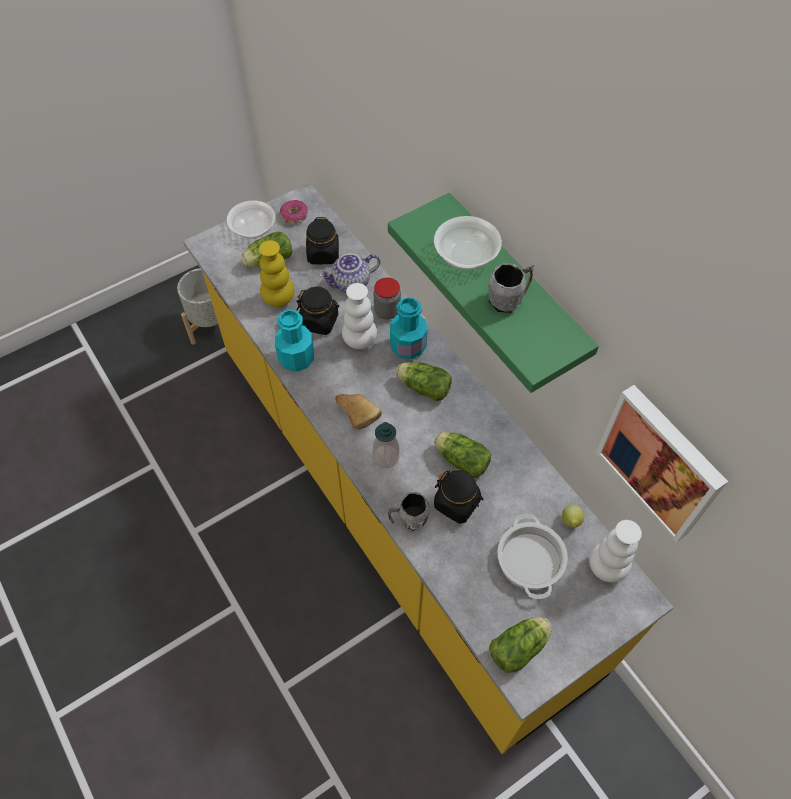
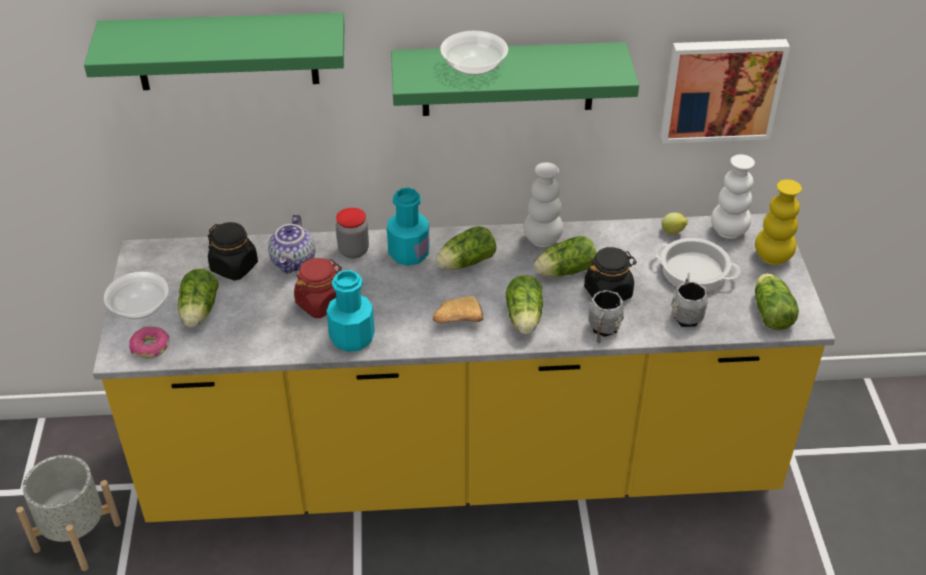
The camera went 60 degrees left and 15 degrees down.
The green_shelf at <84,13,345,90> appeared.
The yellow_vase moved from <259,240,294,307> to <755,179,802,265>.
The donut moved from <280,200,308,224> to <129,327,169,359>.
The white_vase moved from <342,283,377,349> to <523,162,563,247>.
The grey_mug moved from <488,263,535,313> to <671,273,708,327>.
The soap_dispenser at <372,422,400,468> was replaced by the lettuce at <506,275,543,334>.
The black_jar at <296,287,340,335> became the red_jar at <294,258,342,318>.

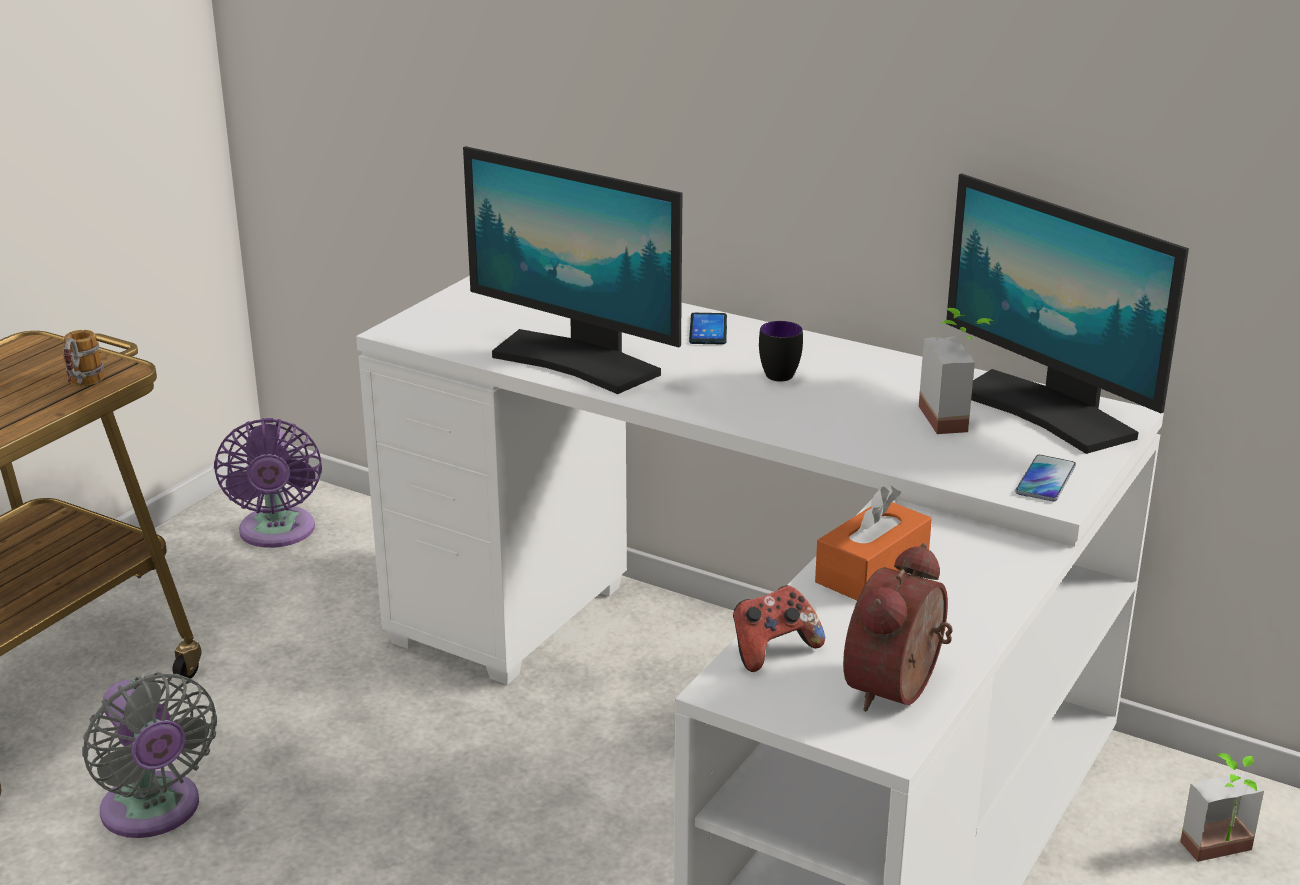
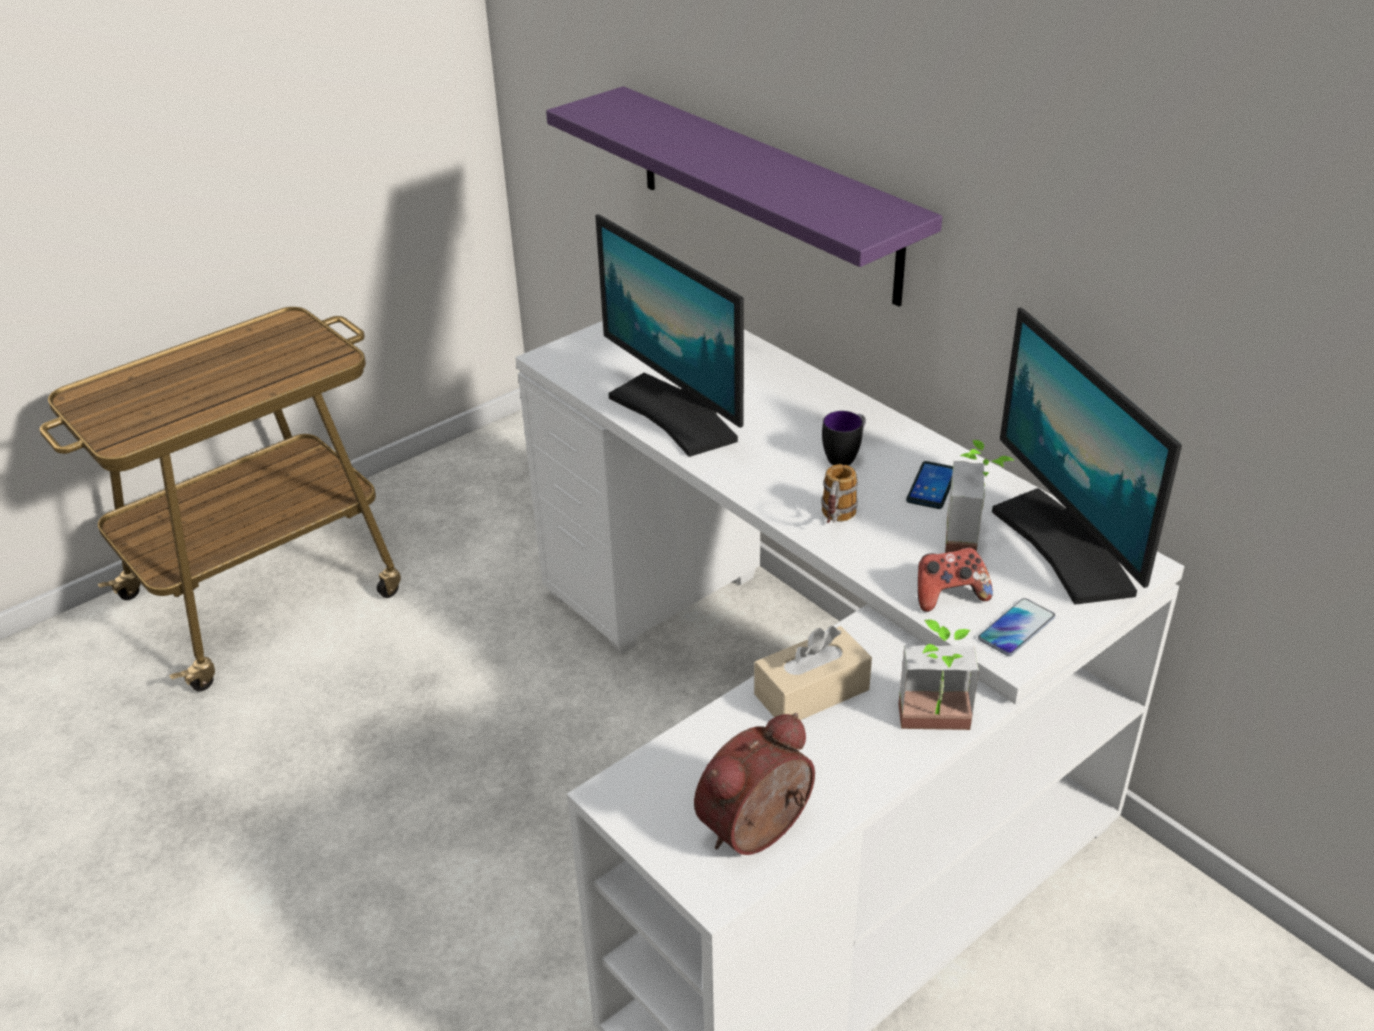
The camera went 20 degrees right and 10 degrees up.
The grey_fan at <82,672,217,838> disappeared.
The purple_fan at <214,418,322,548> disappeared.
The purple_shelf at <546,86,942,307> appeared.
The mug moved from <63,330,104,386> to <821,464,858,523>.
The phone moved from <689,313,727,344> to <906,461,953,509>.
The game_controller moved from <733,585,825,672> to <918,547,993,612>.
The potted_plant moved from <1180,753,1264,862> to <899,619,979,730>.
The orange_tissue_box at <815,486,932,600> became the beige_tissue_box at <754,626,872,720>.

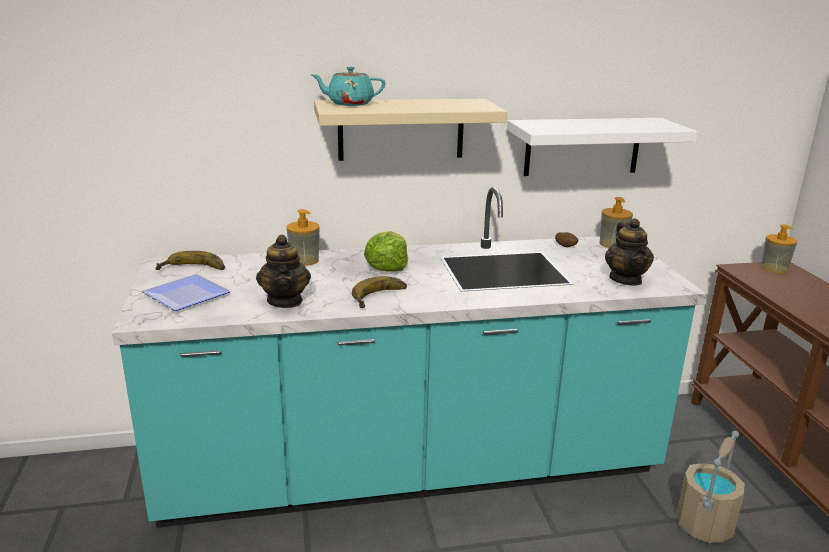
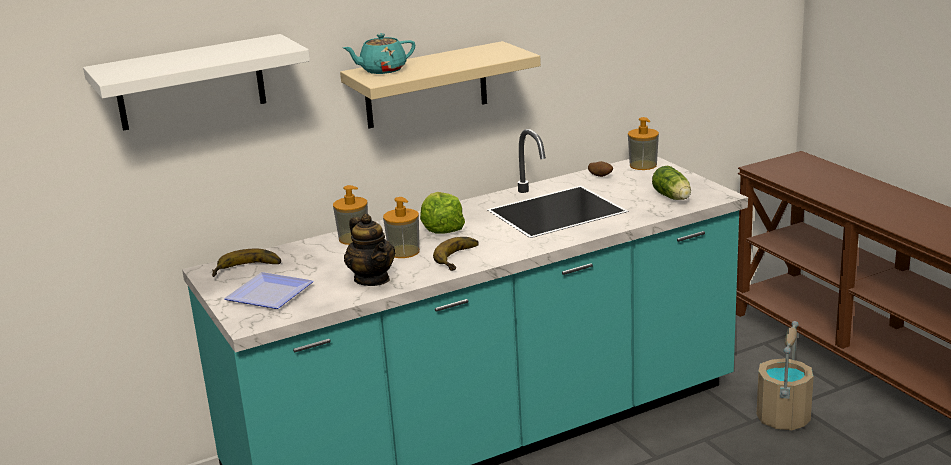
The camera went 15 degrees left and 0 degrees up.
The white_shelf moved from <507,118,698,176> to <83,34,310,131>.
The soap_dispenser moved from <761,224,797,273> to <383,197,420,258>.
The teapot at <605,218,654,286> was replaced by the lettuce at <652,166,691,200>.

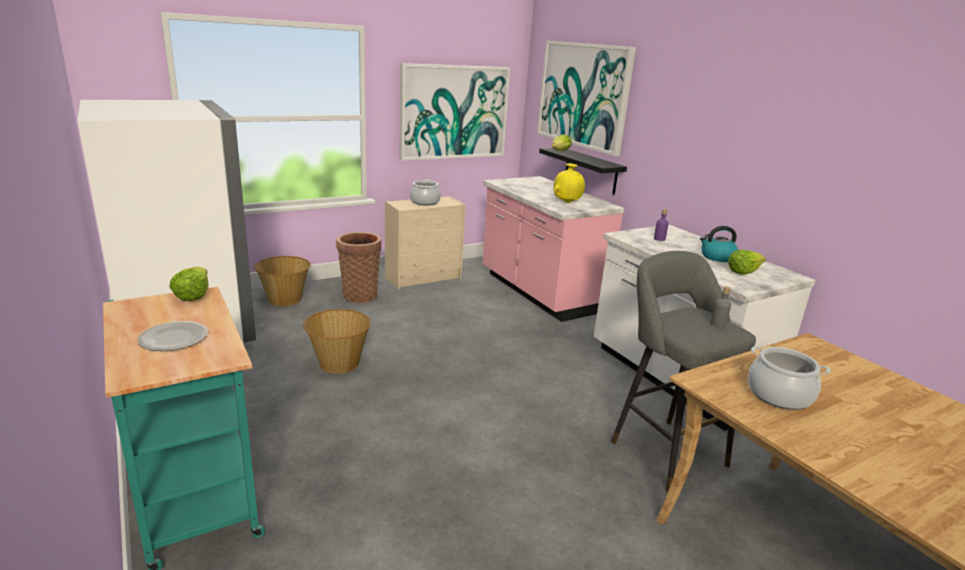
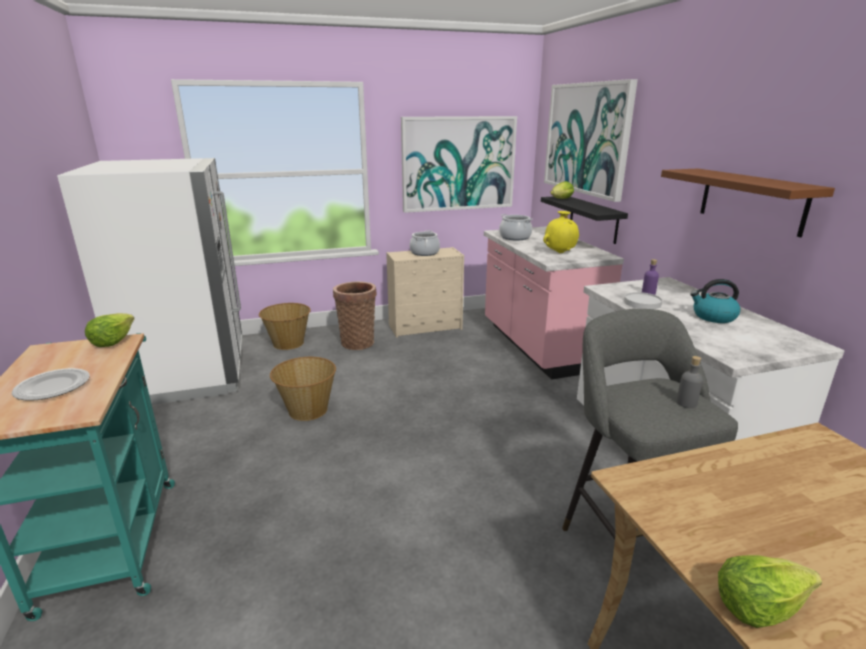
The camera went 15 degrees right and 0 degrees up.
The white_plate at <624,292,662,309> appeared.
The brown_shelf at <661,168,835,237> appeared.
The lettuce moved from <728,250,766,274> to <718,555,822,628>.
The cooking_pot moved from <748,346,831,410> to <499,214,532,240>.

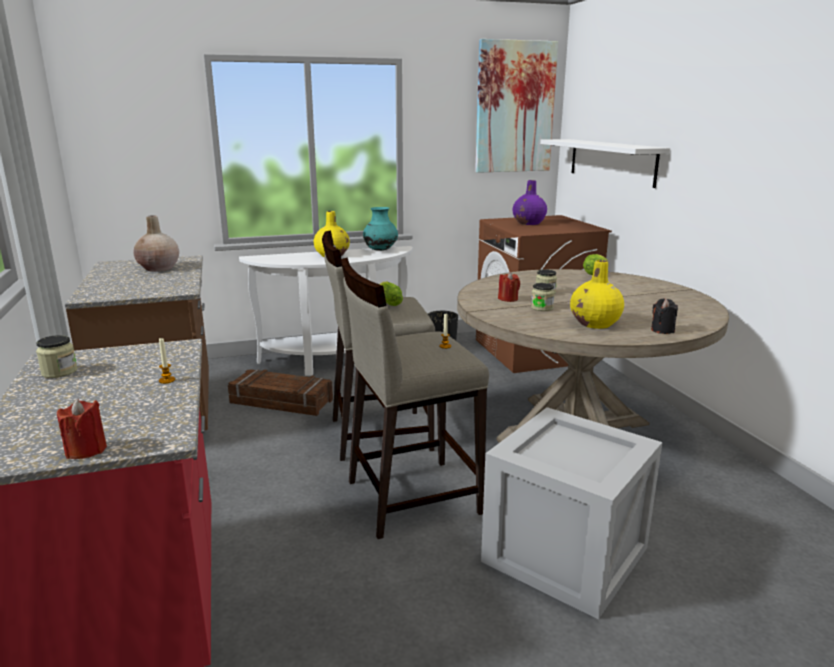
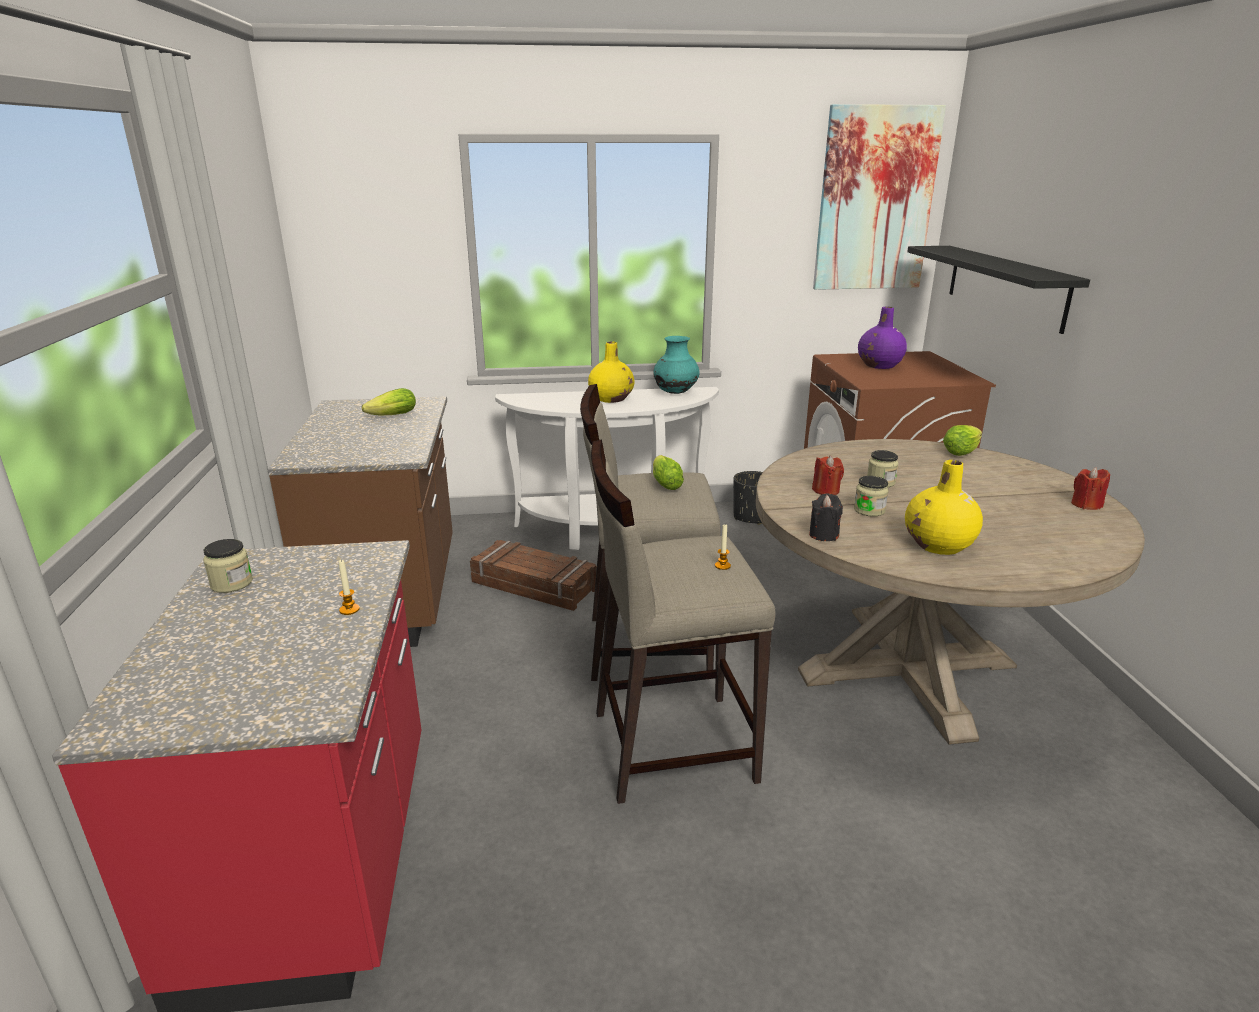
The camera went 10 degrees right and 5 degrees up.
The crate at <481,407,663,620> disappeared.
The red_candle moved from <57,399,107,459> to <1071,467,1110,510>.
The black_candle moved from <651,298,678,334> to <809,493,843,541>.
The beige_vase at <134,215,179,272> was replaced by the lettuce at <362,388,416,415>.
The white_shelf at <540,139,670,188> became the black_shelf at <907,246,1090,334>.

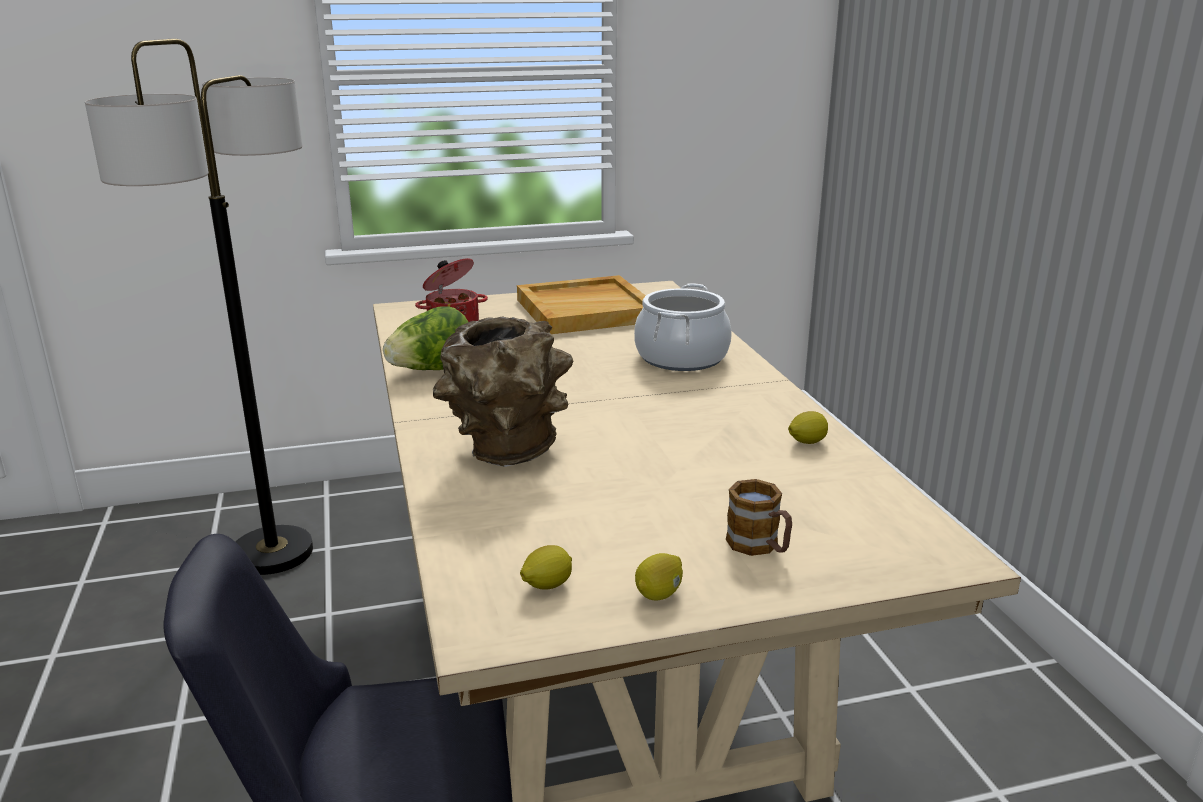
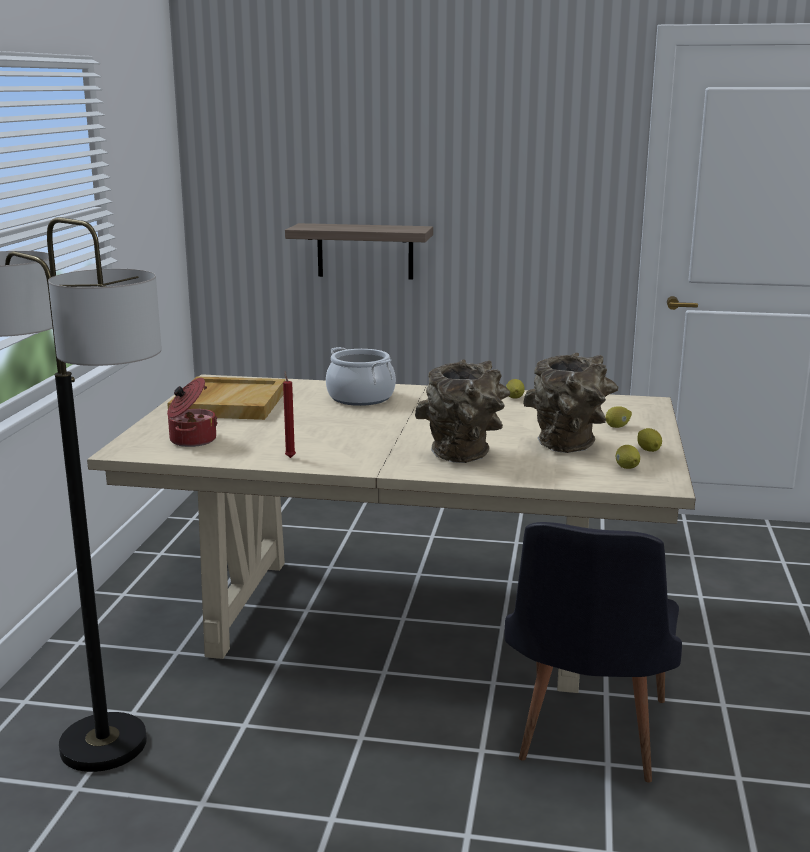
The camera went 65 degrees left and 5 degrees down.
The shelf at <285,223,433,280> appeared.
The brown_vase at <523,353,619,453> appeared.
The lettuce at <383,306,468,370> was replaced by the red_candle at <283,371,296,458>.
The mug at <726,479,792,556> was replaced by the lemon at <605,406,632,428>.

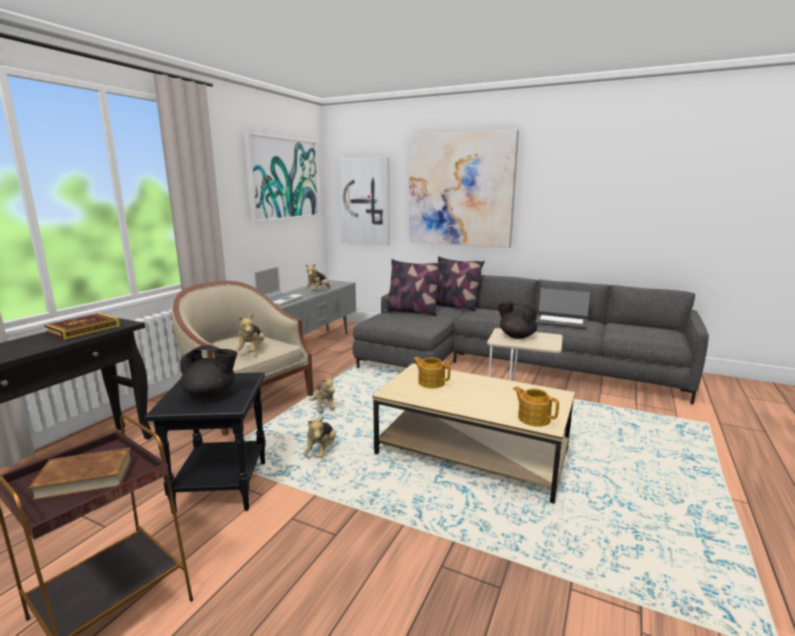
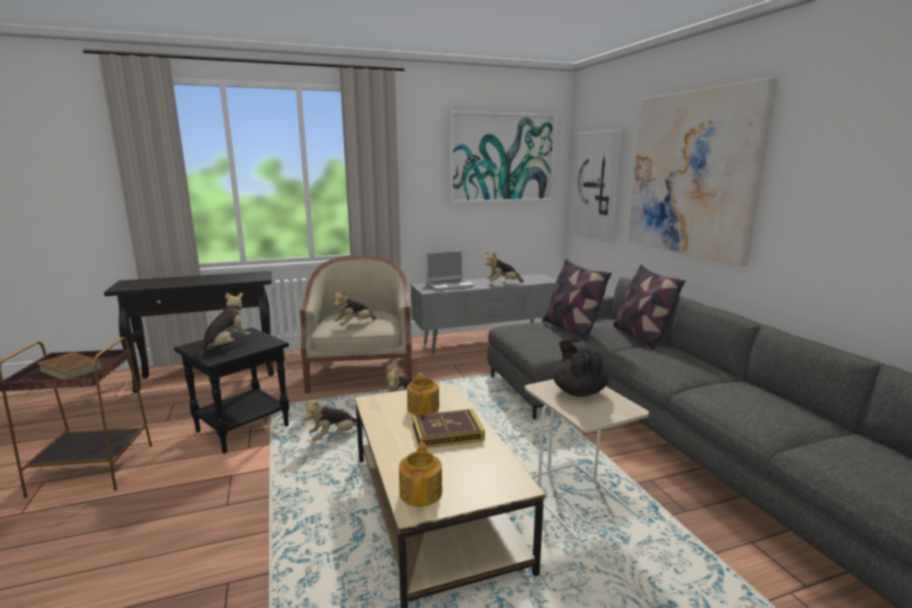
The camera went 45 degrees right and 0 degrees up.
The laptop at <535,287,591,329> disappeared.
The book moved from <44,313,120,340> to <413,409,485,448>.
The black_teapot at <180,345,237,398> was replaced by the plush_toy at <199,292,250,359>.

